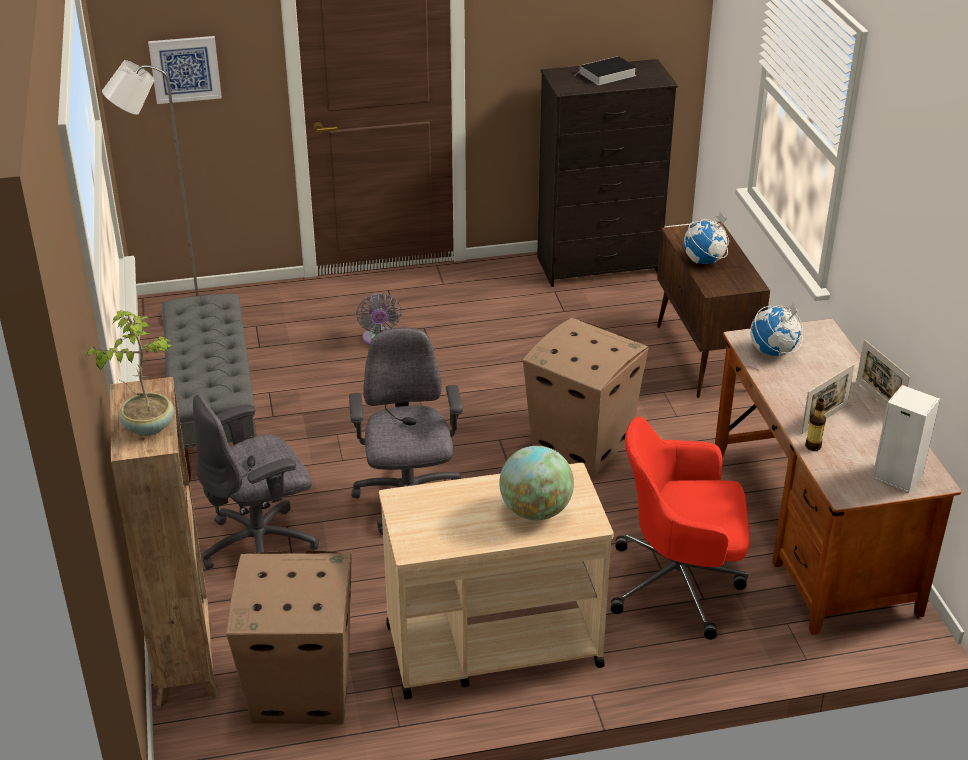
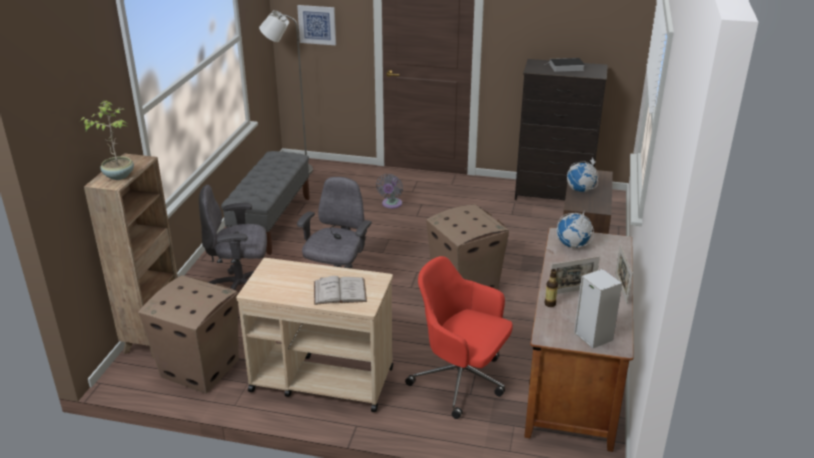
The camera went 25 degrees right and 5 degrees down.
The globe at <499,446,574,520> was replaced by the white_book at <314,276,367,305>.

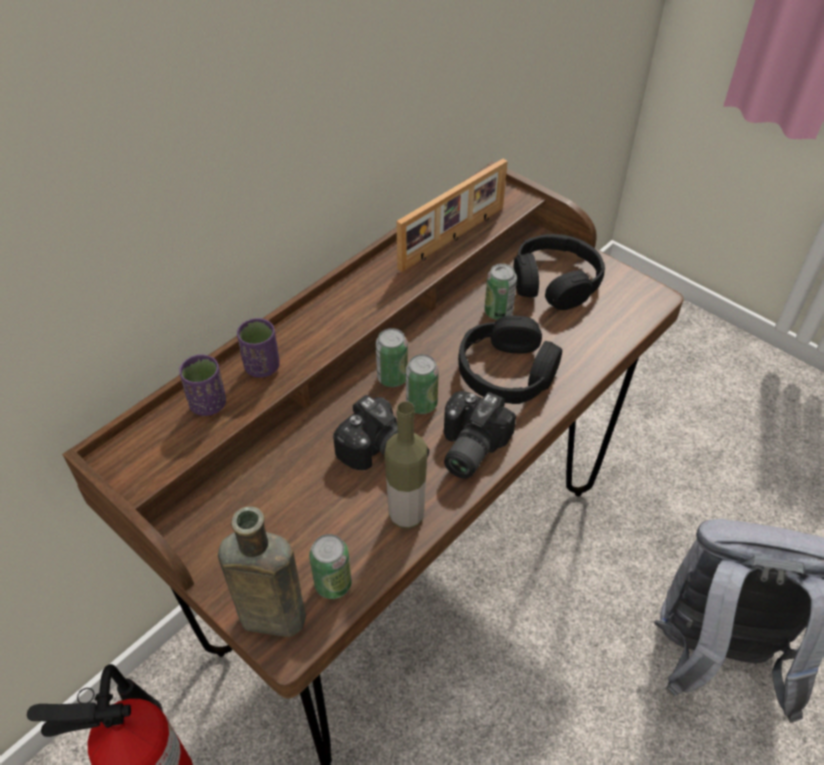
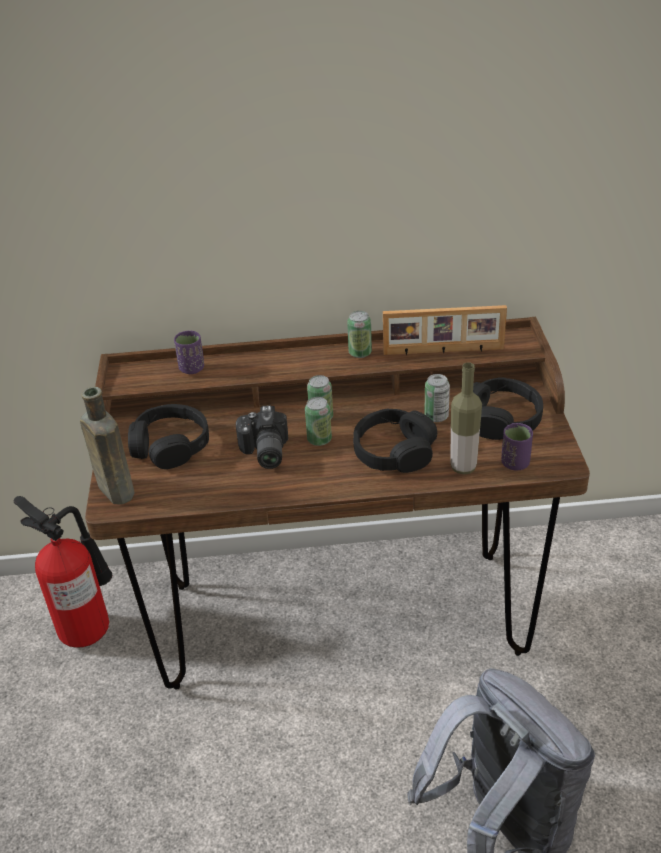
The camera went 45 degrees right and 10 degrees down.
The photo_camera at <444,391,516,479> disappeared.
The black_headphones at <128,404,209,469> appeared.
The purple_cup moved from <237,318,280,378> to <501,423,533,470>.
The can moved from <309,534,352,599> to <347,311,372,358>.
The bottle moved from <384,401,428,529> to <450,362,482,474>.

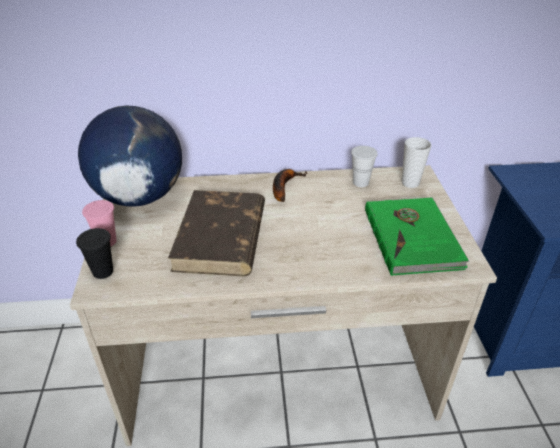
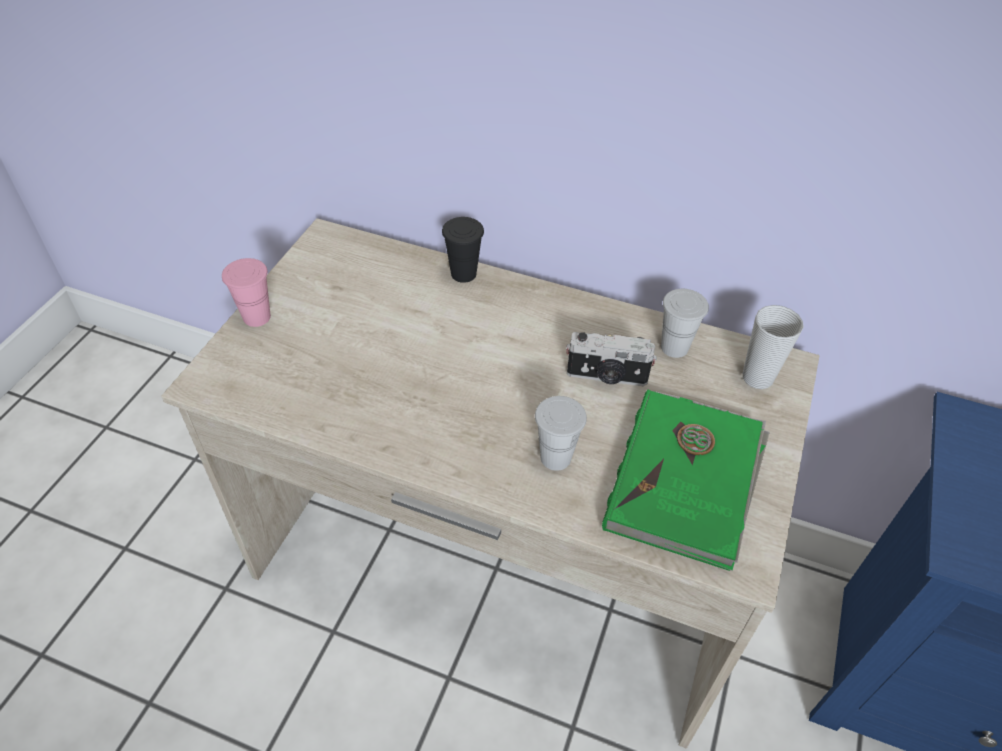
The camera went 25 degrees right and 10 degrees up.
The globe at <78,105,182,207> disappeared.
The brown_book at <168,190,265,276> disappeared.
The banana at <273,169,308,202> disappeared.
The white_cup at <535,396,587,471> appeared.
The photo_camera at <566,332,657,386> appeared.
The black_cup moved from <76,228,113,279> to <442,217,484,283>.

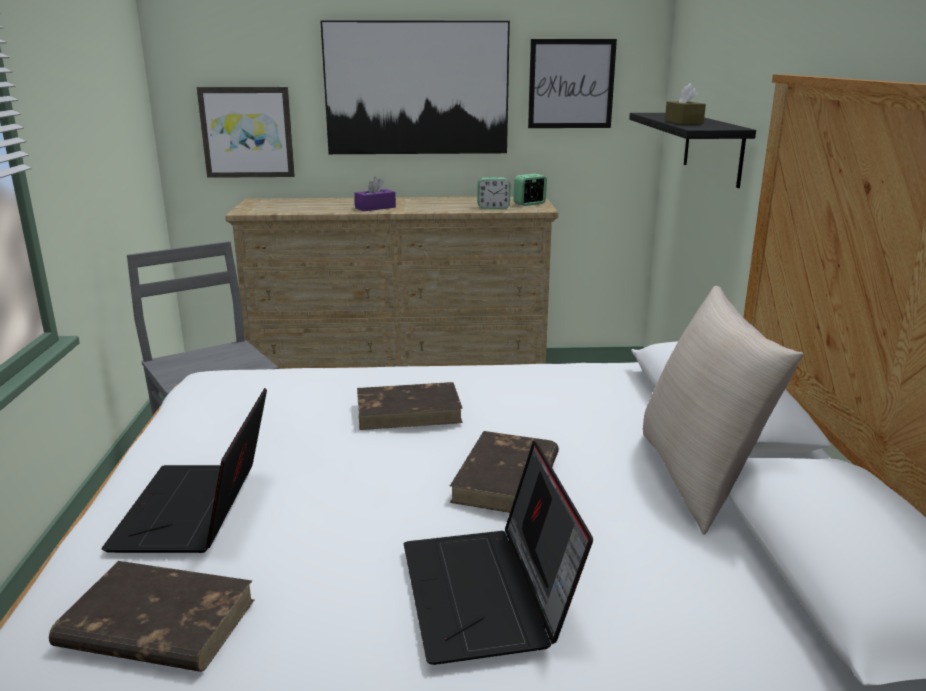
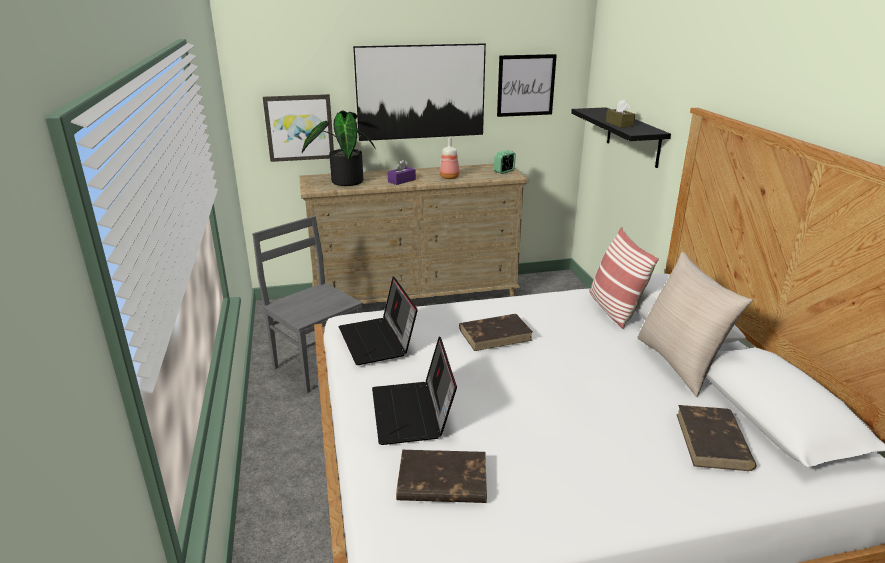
The camera went 10 degrees left and 5 degrees up.
The alarm_clock at <477,177,510,209> disappeared.
The potted_plant at <302,111,375,186> appeared.
The bottle at <440,137,460,179> appeared.
The pillow at <589,227,659,329> appeared.
The laptop moved from <404,441,593,665> to <338,276,418,365>.
The brown_book moved from <450,431,559,513> to <676,405,756,471>.

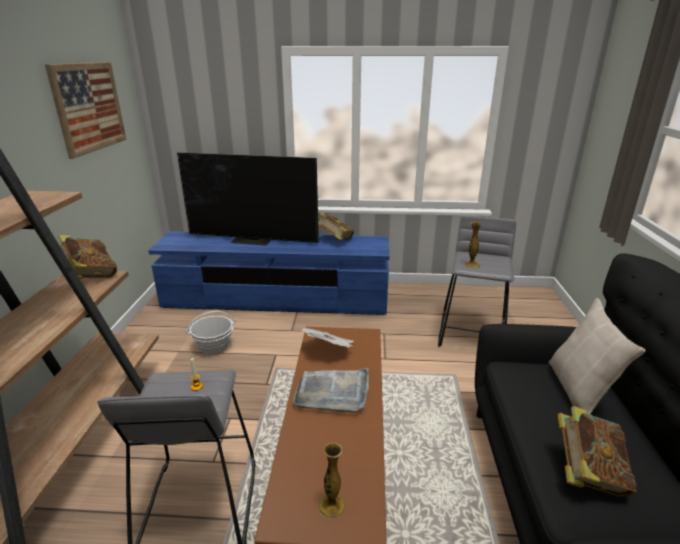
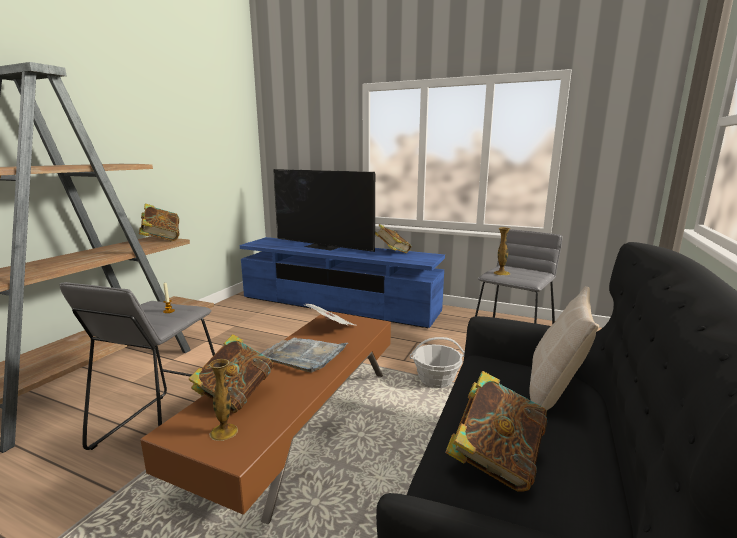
The camera went 20 degrees right and 10 degrees down.
The picture at <45,62,126,159> disappeared.
The book at <189,334,273,413> appeared.
The basket moved from <186,311,236,355> to <410,337,465,388>.

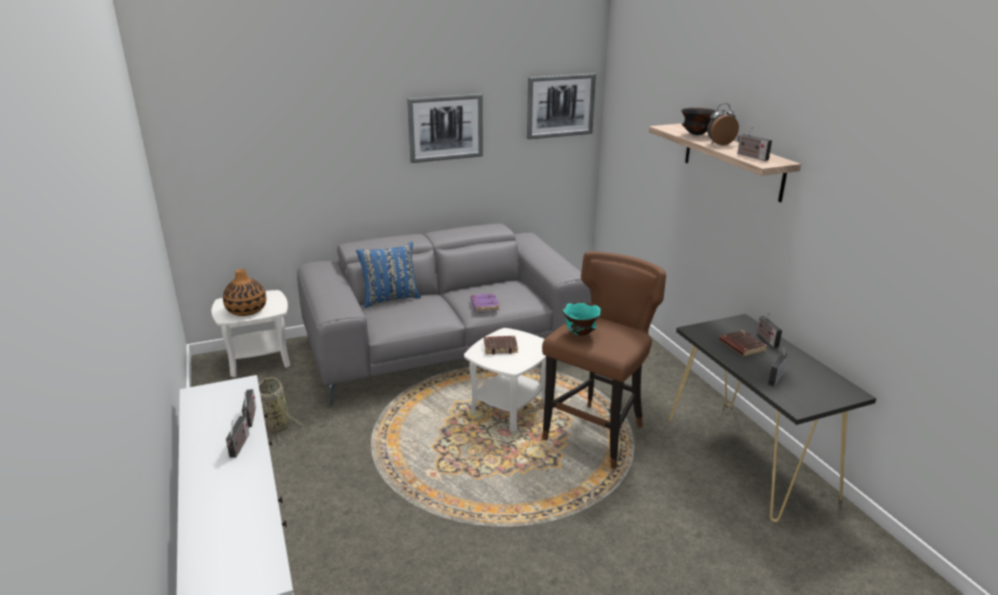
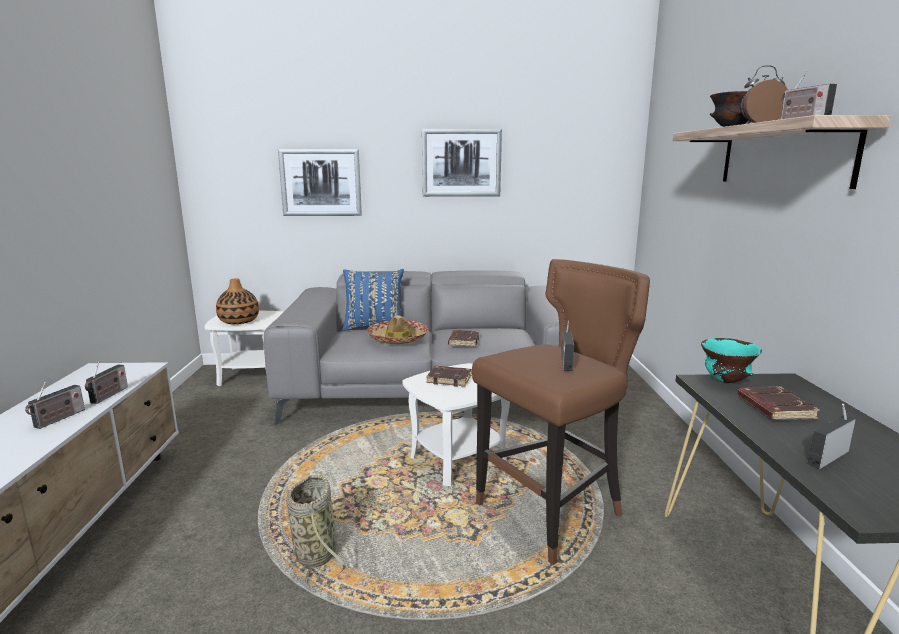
The camera went 20 degrees right and 10 degrees down.
The hat at <367,315,429,344> appeared.
The basket moved from <259,377,304,441> to <287,475,349,588>.
The picture moved from <527,73,596,139> to <278,149,362,216>.
The turquoise_bowl moved from <562,302,601,335> to <701,338,762,383>.
The radio moved from <757,312,782,348> to <561,321,574,371>.
The purple_book at <471,293,499,312> became the brown_book at <448,330,479,347>.

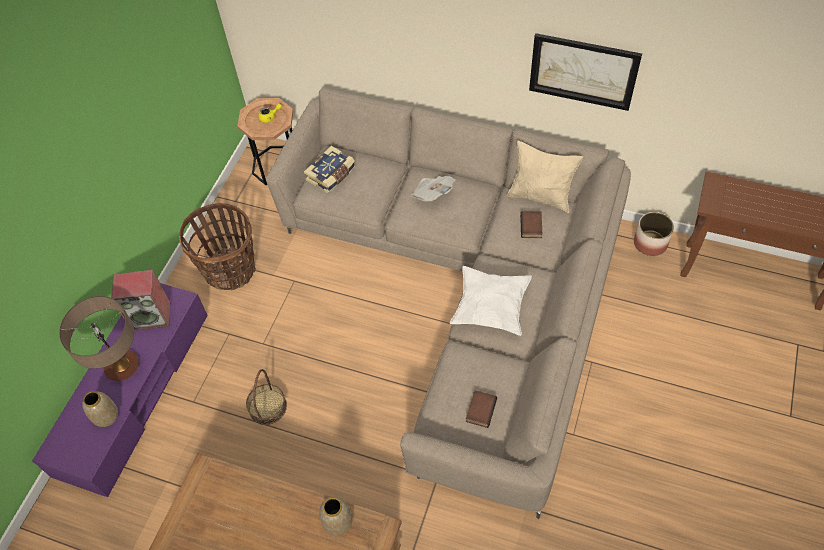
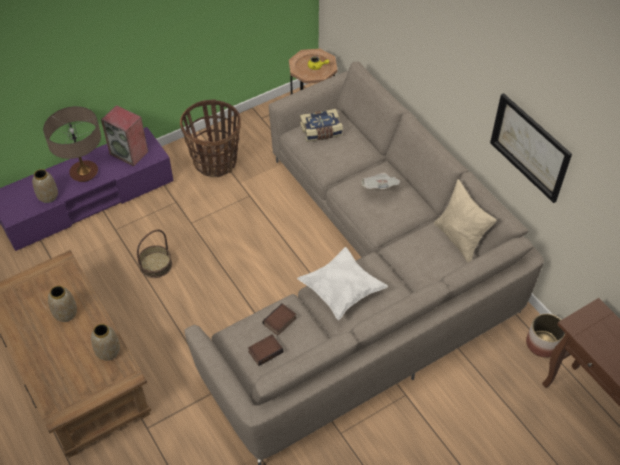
The camera went 35 degrees right and 5 degrees down.
The vase at <48,286,77,322> appeared.
The book moved from <520,211,542,238> to <262,303,297,336>.

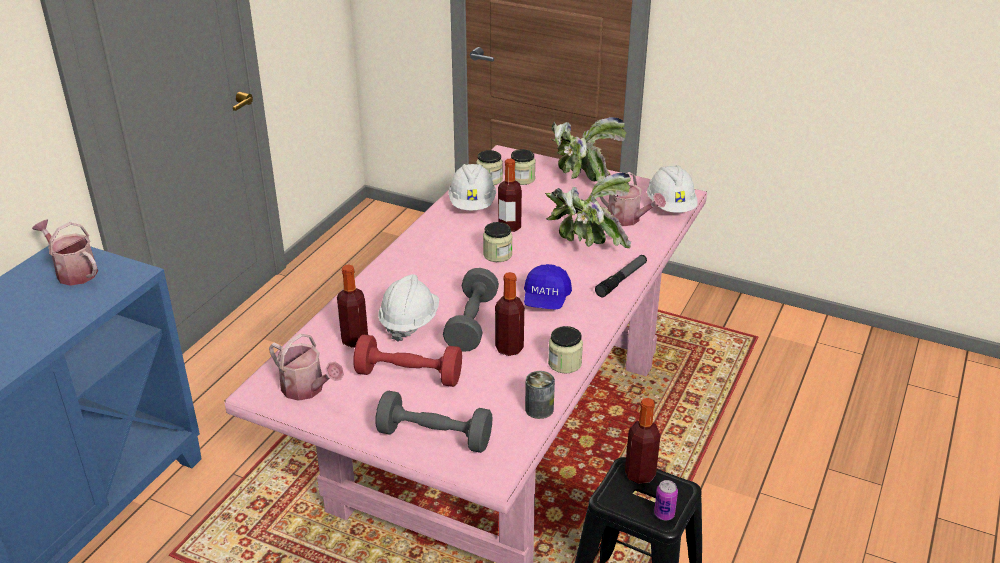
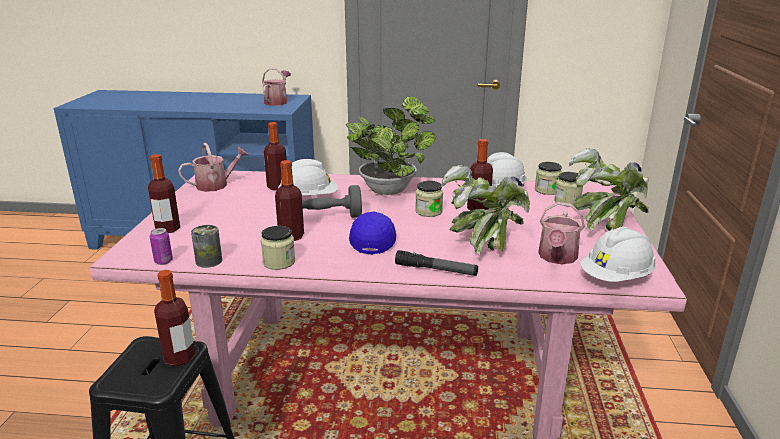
The camera went 70 degrees right and 10 degrees down.
The red_dumbbell at <353,335,462,387> disappeared.
The potted_plant at <346,96,435,195> appeared.
The can moved from <654,480,678,521> to <150,228,173,265>.
The grey_dumbbell at <375,391,493,453> was replaced by the bottle at <148,154,180,233>.
The watering_can at <269,334,344,401> turned 135 degrees counterclockwise.
The blue_cap at <524,264,572,309> turned 105 degrees clockwise.

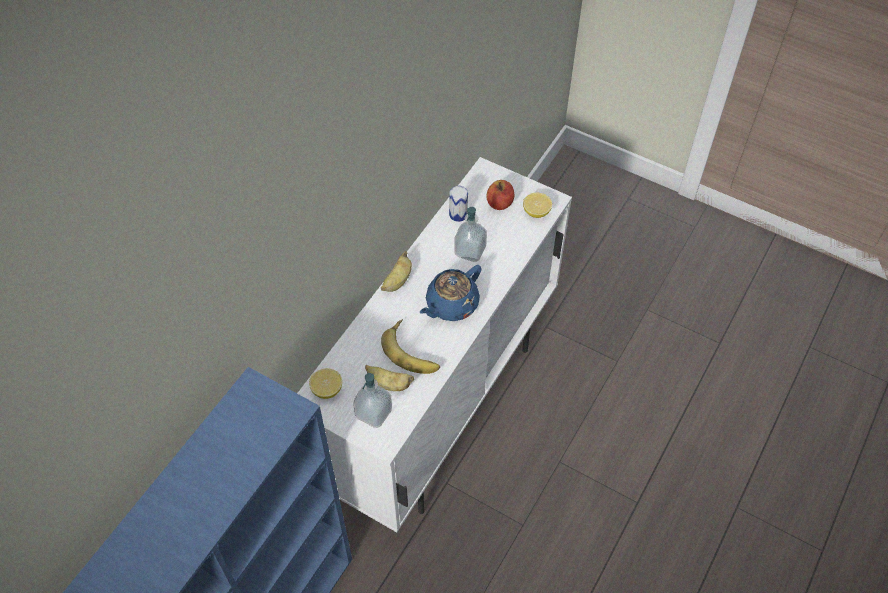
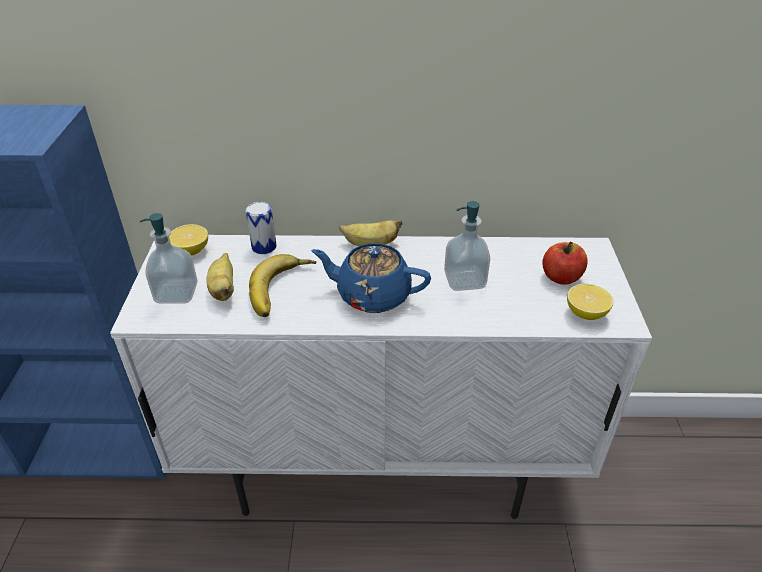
The camera went 60 degrees right and 15 degrees down.
The can moved from <449,186,468,222> to <246,202,276,254>.

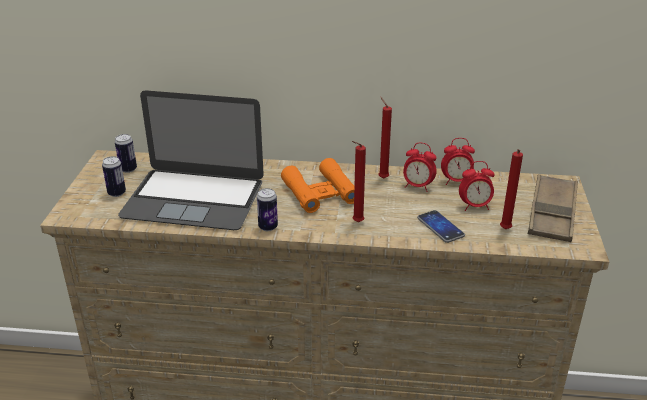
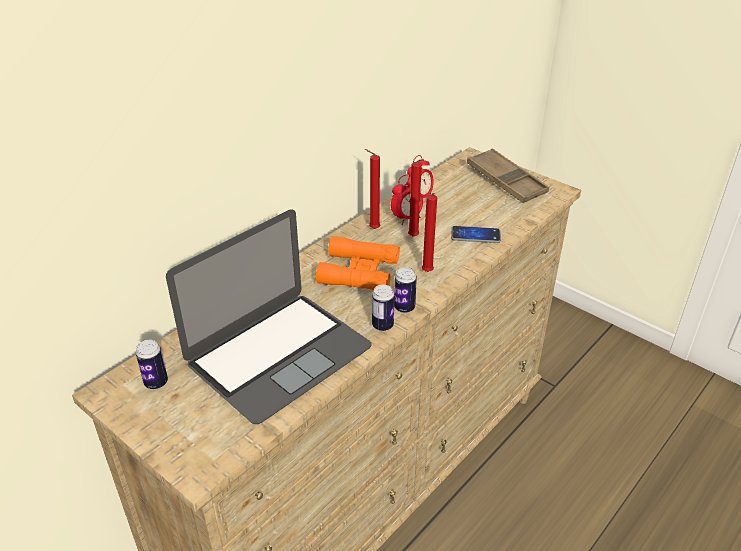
The camera went 55 degrees left and 5 degrees up.
The alarm_clock at <459,161,495,211> disappeared.
The can moved from <102,156,126,197> to <394,267,417,313>.
The red_candle moved from <500,149,523,229> to <408,159,423,237>.

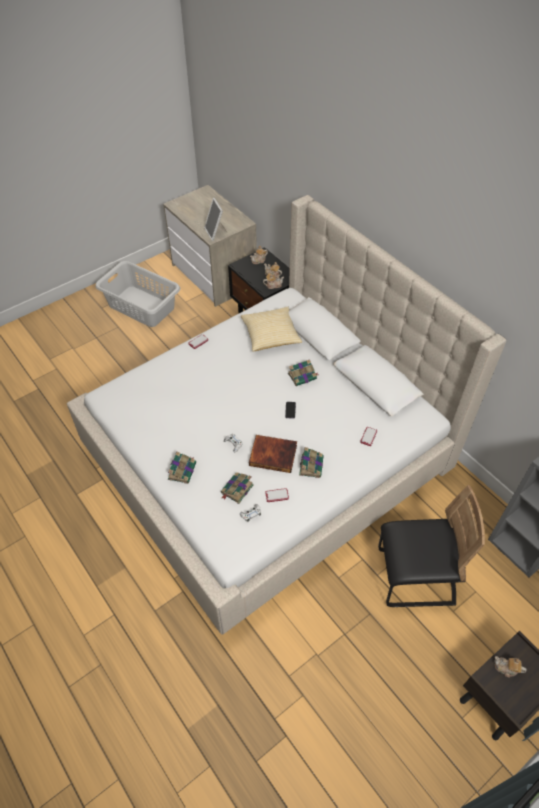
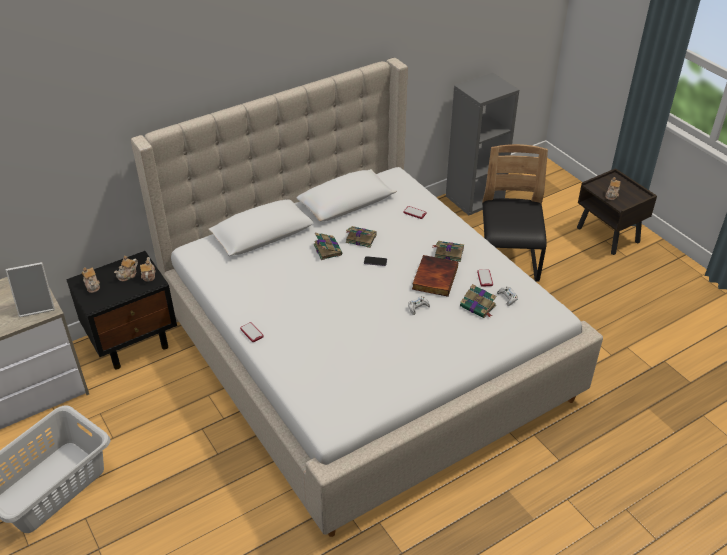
The camera went 85 degrees left and 10 degrees down.
The pillow at <241,307,302,352> disappeared.
The book moved from <168,451,196,484> to <346,226,377,248>.

